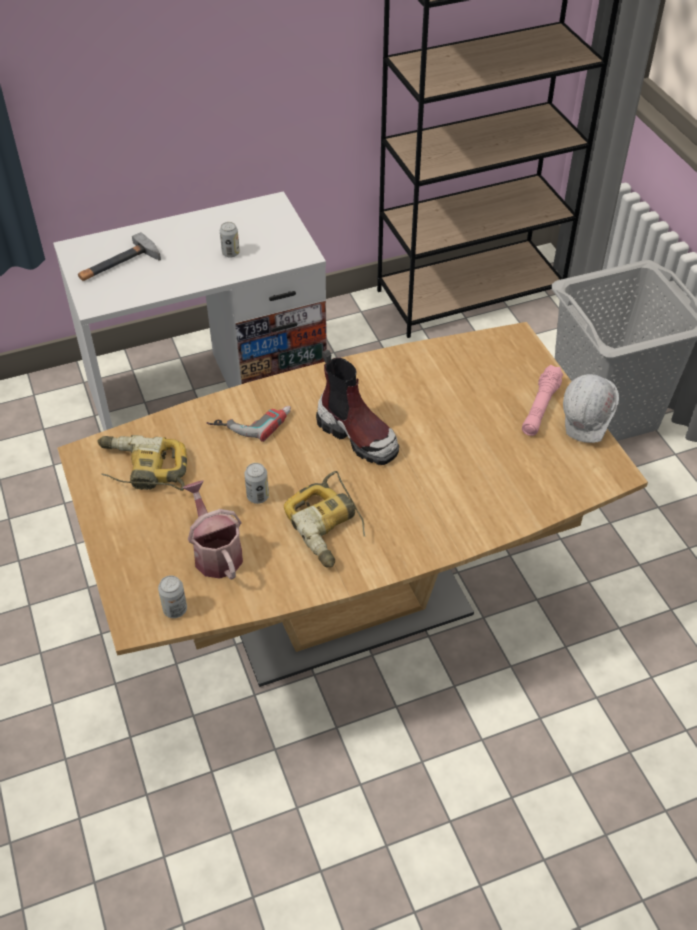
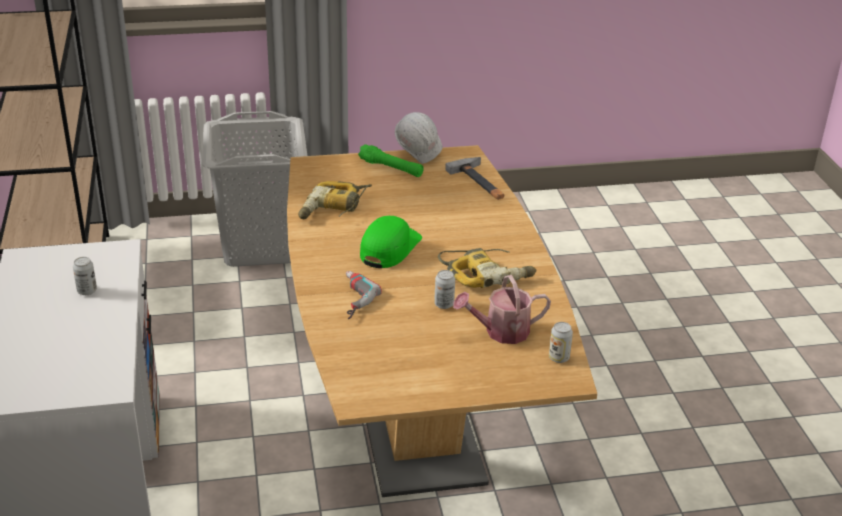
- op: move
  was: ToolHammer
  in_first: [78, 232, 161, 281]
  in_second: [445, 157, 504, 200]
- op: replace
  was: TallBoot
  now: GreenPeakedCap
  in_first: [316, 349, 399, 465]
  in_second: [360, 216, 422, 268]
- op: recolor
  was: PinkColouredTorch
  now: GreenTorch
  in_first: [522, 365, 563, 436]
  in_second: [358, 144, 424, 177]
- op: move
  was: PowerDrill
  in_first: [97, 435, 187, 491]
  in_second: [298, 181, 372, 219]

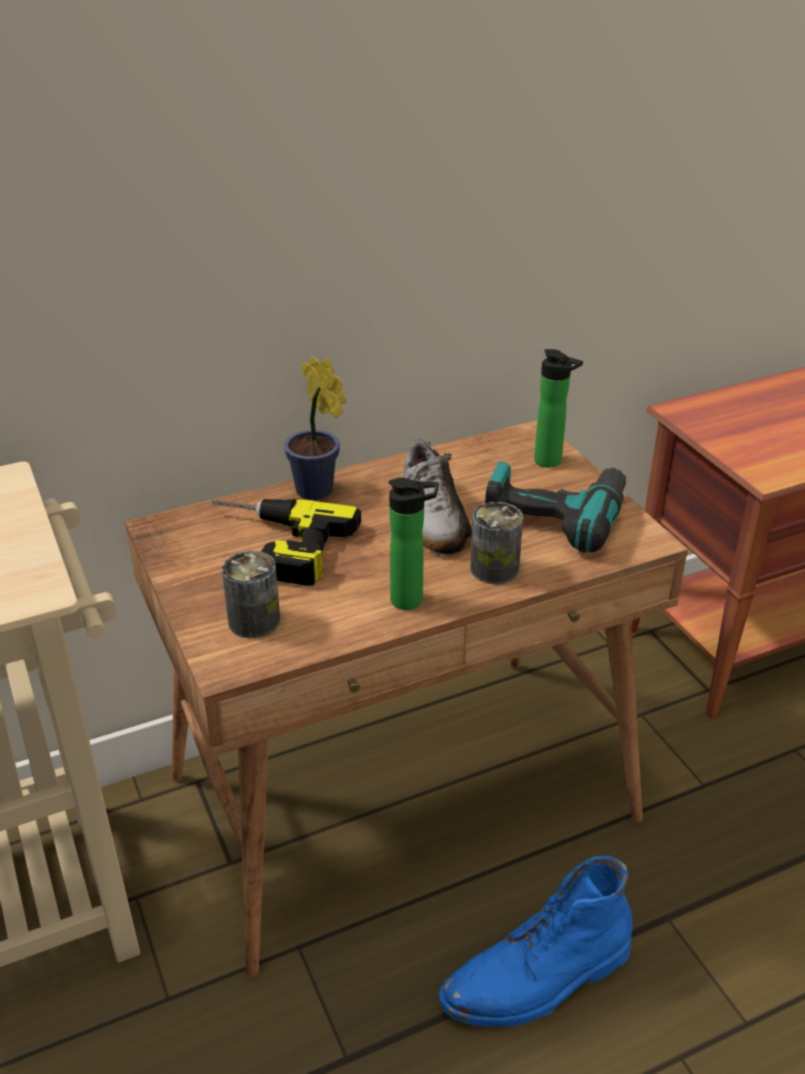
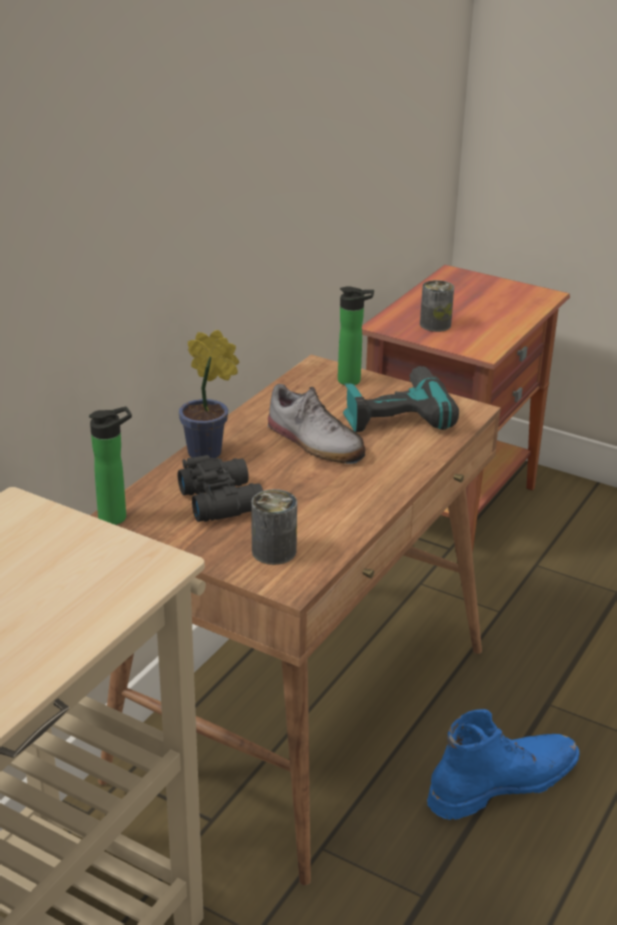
- op: move
  was: Bottle
  in_first: [388, 478, 439, 610]
  in_second: [89, 407, 132, 525]
- op: replace
  was: PowerDrill
  now: BlackFieldGlasses
  in_first: [211, 499, 361, 586]
  in_second: [178, 455, 263, 522]
- op: move
  was: SealedCan
  in_first: [470, 502, 523, 584]
  in_second: [420, 280, 454, 332]
- op: rotate
  was: BluishTallBoot
  in_first: [439, 856, 633, 1027]
  in_second: [427, 709, 579, 820]
  clockwise: -150

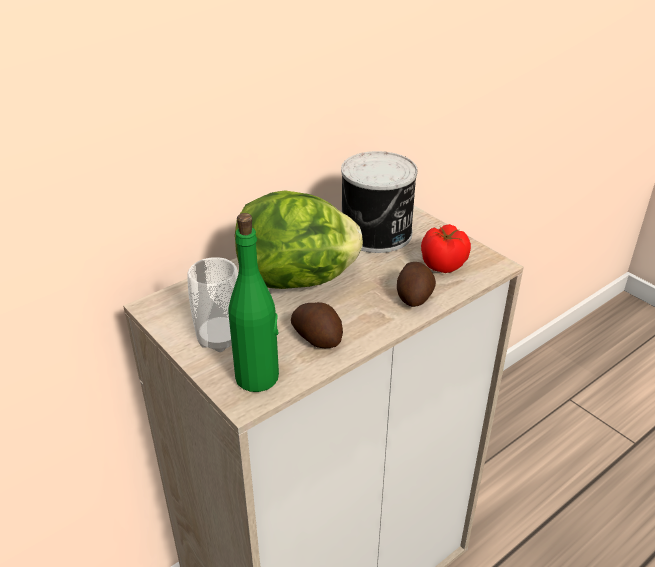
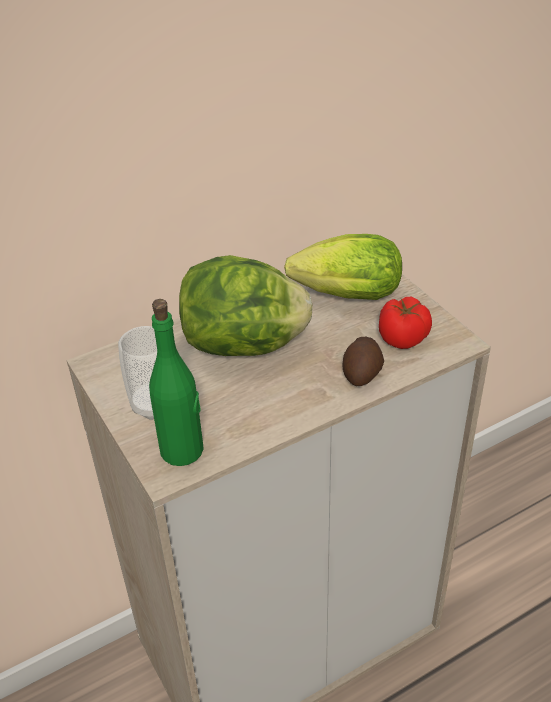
- op: replace
  was: SealedCan
  now: HeadOfLettuce
  in_first: [341, 151, 418, 253]
  in_second: [284, 234, 402, 300]
- op: delete
  was: Potato
  in_first: [291, 302, 343, 348]

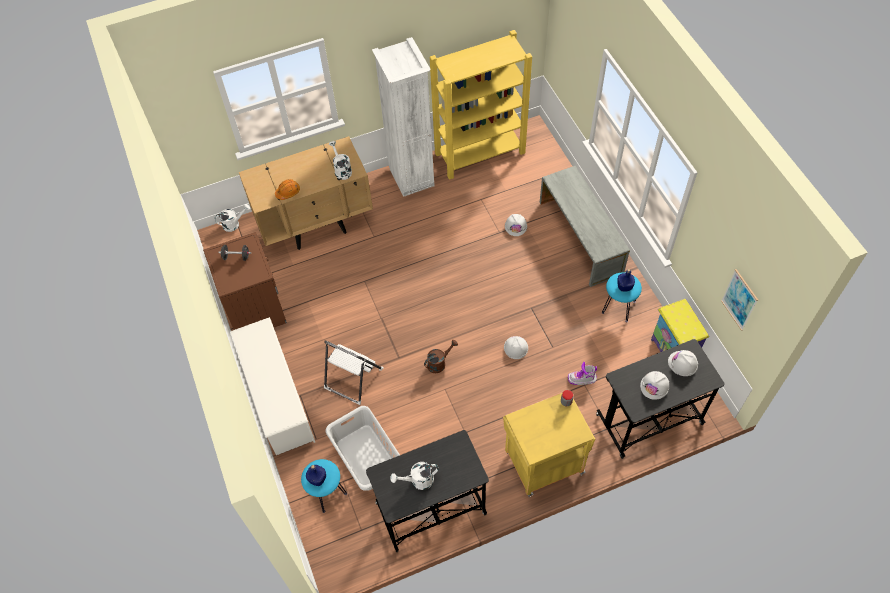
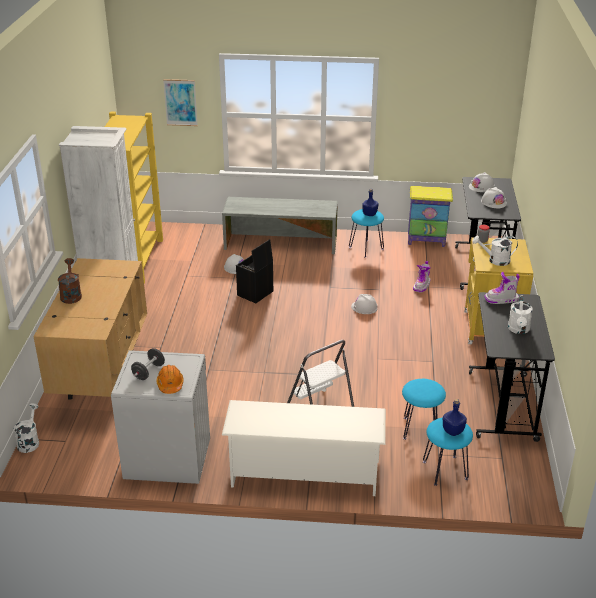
- op: move
  was: WhitishWateringCan
  in_first: [329, 141, 352, 180]
  in_second: [473, 235, 518, 266]
- op: move
  was: OrangeColouredHardHat
  in_first: [275, 179, 300, 200]
  in_second: [156, 365, 184, 394]
- op: recolor
  was: BrownColouredLaundryMachine
  now: WhitishLaundryMachine
  in_first: [203, 232, 287, 330]
  in_second: [111, 350, 210, 484]
- op: move
  was: WallPicture
  in_first: [721, 269, 758, 331]
  in_second: [163, 79, 198, 126]
- op: move
  was: BrownColouredWateringCan
  in_first: [424, 340, 458, 373]
  in_second: [58, 258, 82, 304]
- op: replace
  was: GreyishLaundryBasket
  now: TurquoiseStoolSeat
  in_first: [325, 406, 400, 491]
  in_second: [402, 379, 446, 440]
- op: insert
  now: BlackStorageBox
  in_second: [236, 239, 273, 303]
- op: insert
  now: TallBoot
  in_second: [484, 272, 520, 304]

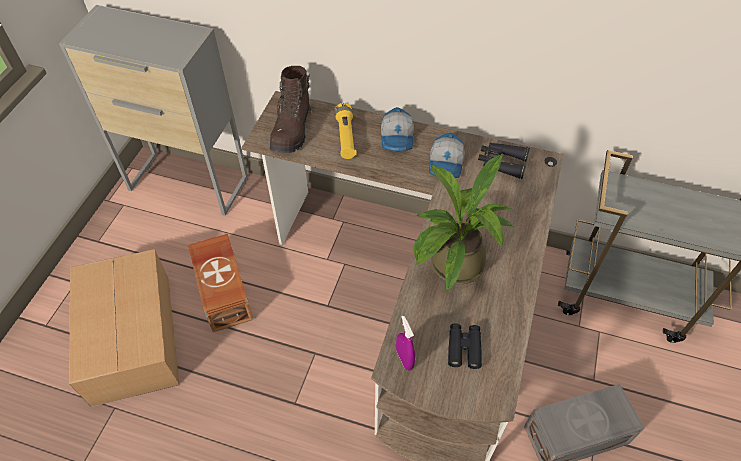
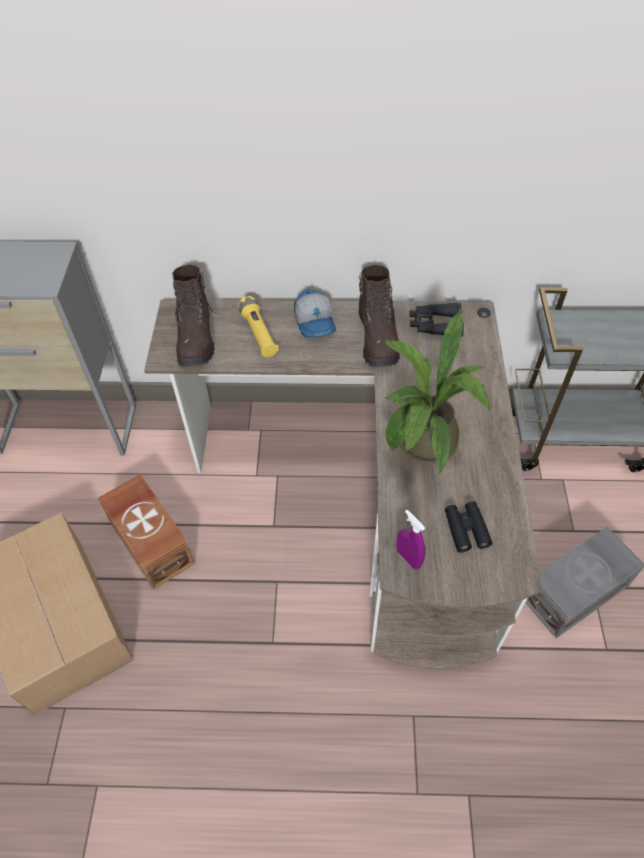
- op: replace
  was: PeakedCap
  now: BrownColouredTallBoot
  in_first: [429, 133, 465, 178]
  in_second: [359, 265, 400, 367]

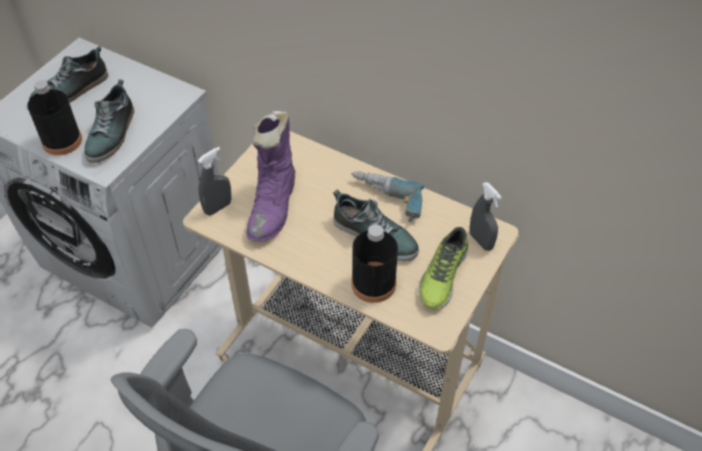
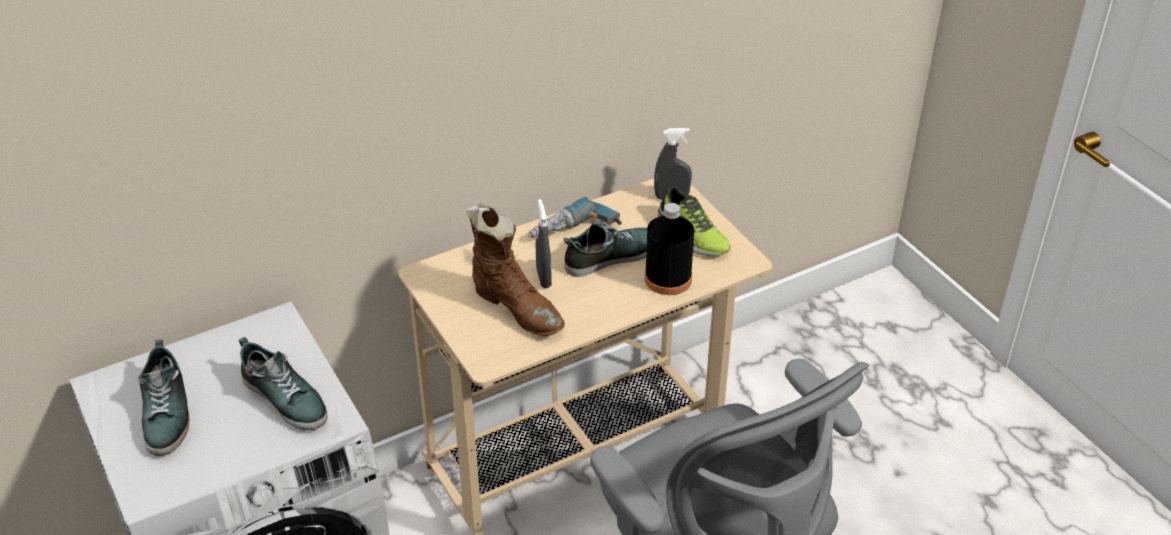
- op: delete
  was: BlackBottle
  in_first: [27, 80, 82, 155]
- op: recolor
  was: PurplishTallBoot
  now: BrownColouredTallBoot
  in_first: [246, 111, 296, 241]
  in_second: [466, 204, 565, 336]
- op: move
  was: GreyishHandSprayer
  in_first: [198, 147, 231, 216]
  in_second: [536, 199, 552, 288]

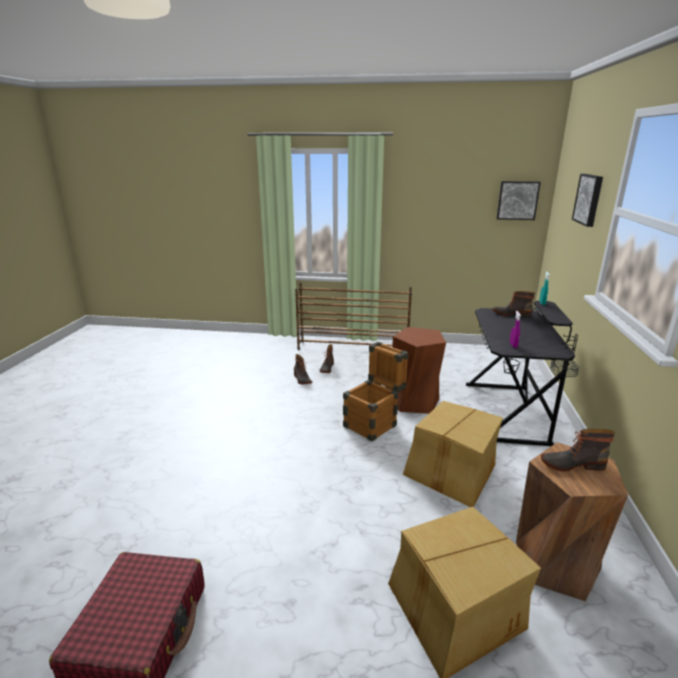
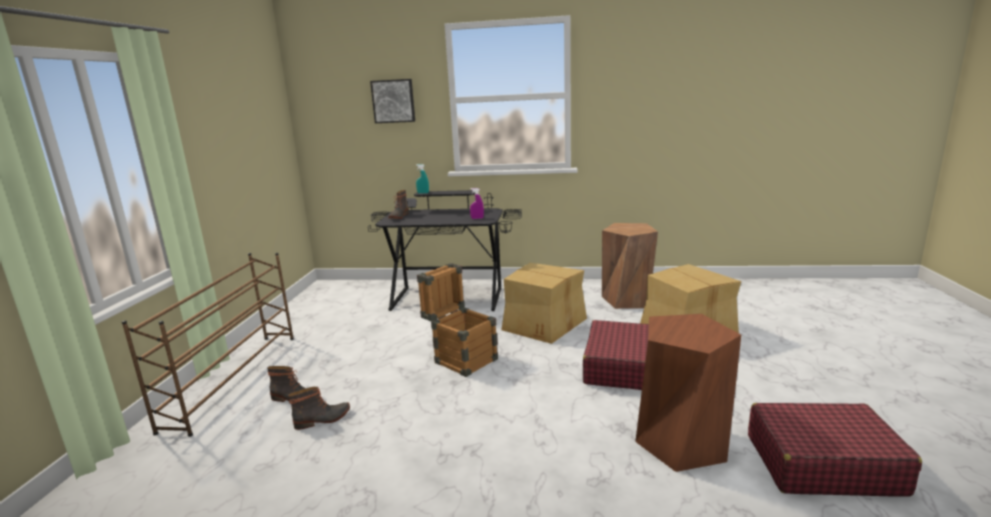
- op: delete
  was: WallPicture
  in_first: [497, 181, 541, 220]
- op: move
  was: BrownColouredStoolSeat
  in_first: [392, 327, 446, 414]
  in_second: [635, 314, 741, 472]
- op: delete
  was: TallBoot
  in_first: [541, 429, 615, 472]
- op: insert
  now: ReddishPieceOfLuggage
  in_second: [583, 320, 649, 390]

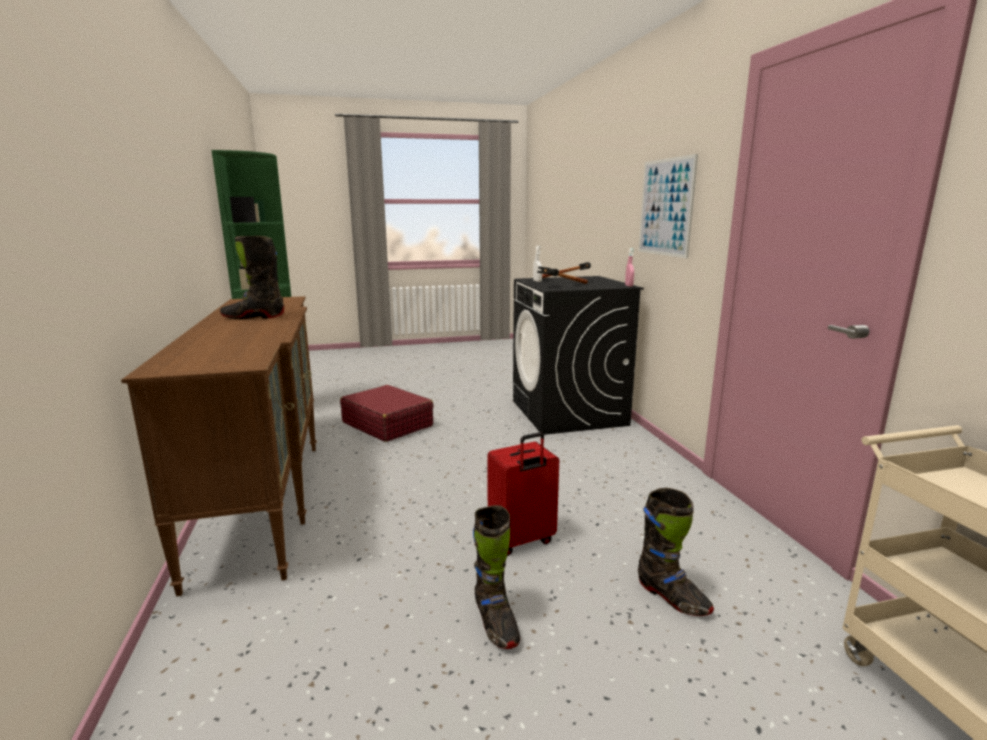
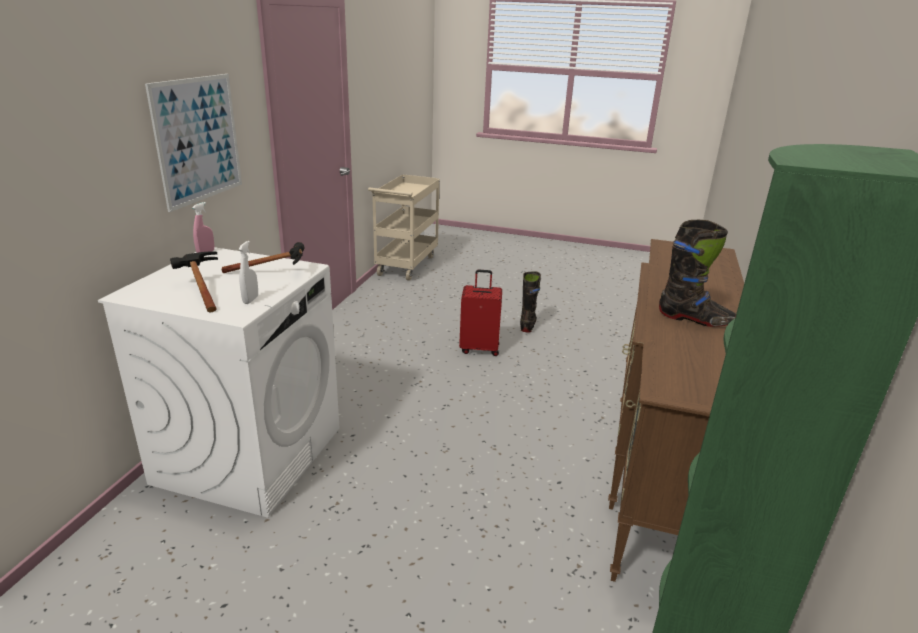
- op: recolor
  was: BlackLaundryMachine
  now: WhitishLaundryMachine
  in_first: [513, 276, 644, 435]
  in_second: [98, 247, 340, 517]
- op: delete
  was: ReddishPieceOfLuggage
  in_first: [340, 385, 434, 442]
- op: delete
  was: BlackTallBoot
  in_first: [638, 488, 714, 616]

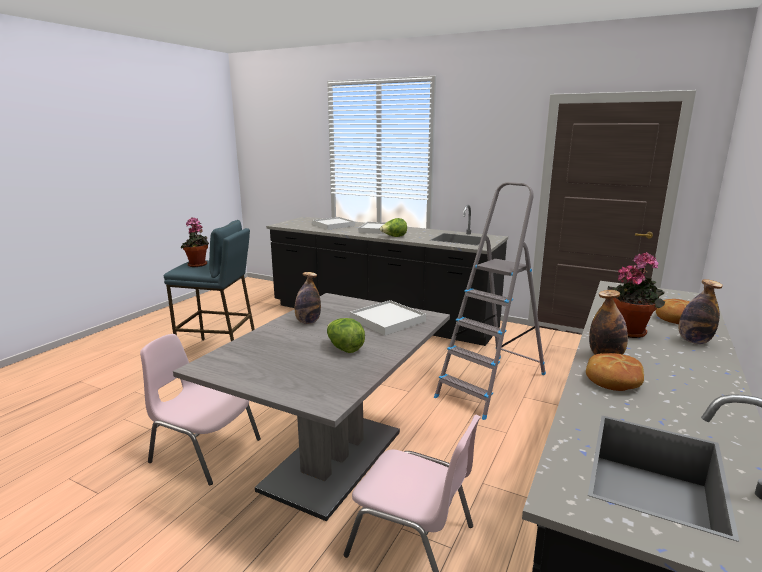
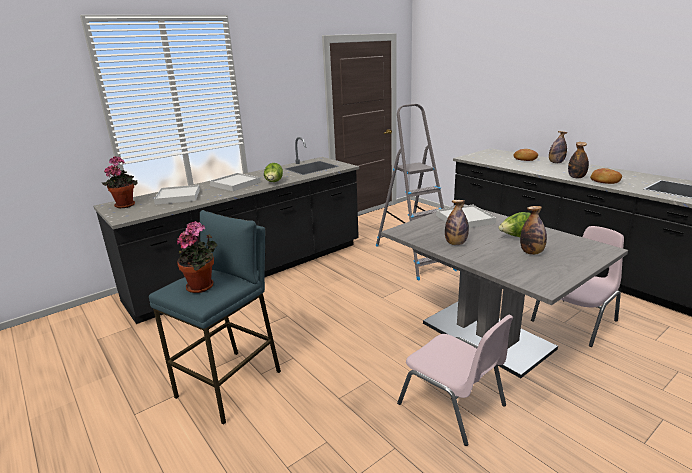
- op: move
  was: PlantInAPot
  in_first: [607, 252, 665, 338]
  in_second: [102, 156, 138, 208]
- op: rotate
  was: PinkColouredUprightChair
  in_first: [140, 334, 261, 486]
  in_second: [397, 315, 513, 446]
  clockwise: -90
- op: insert
  now: Bottle
  in_second: [520, 206, 547, 255]

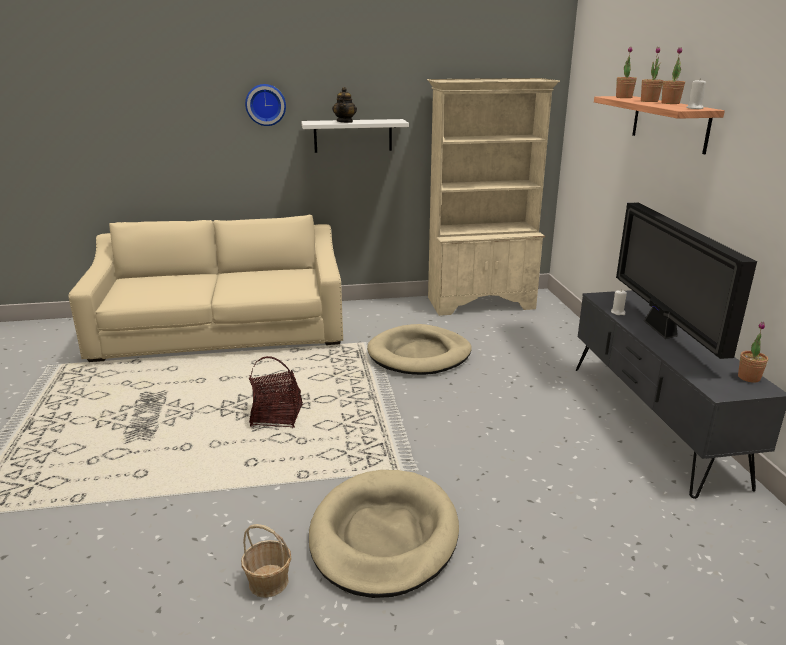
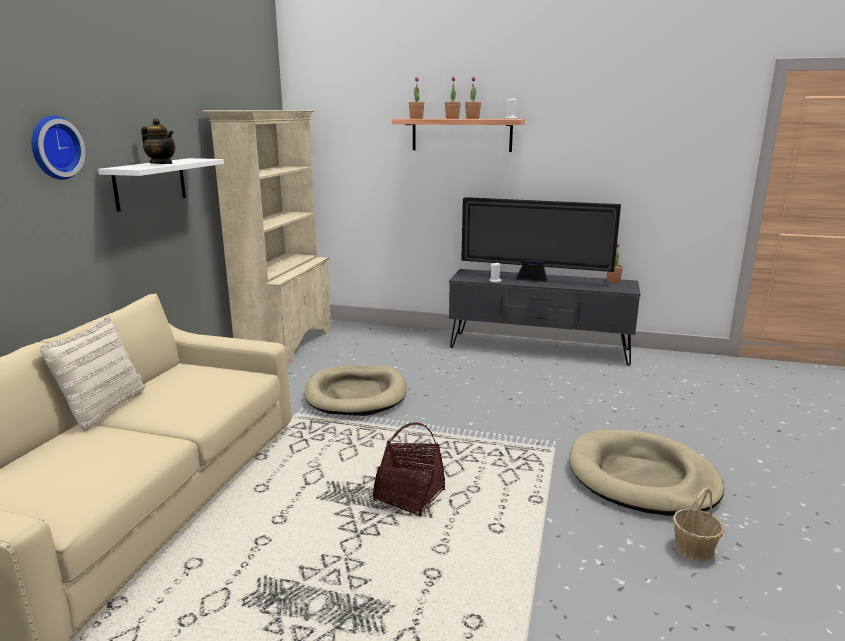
- op: insert
  now: BeigeColouredCushion
  in_second: [39, 317, 146, 431]

